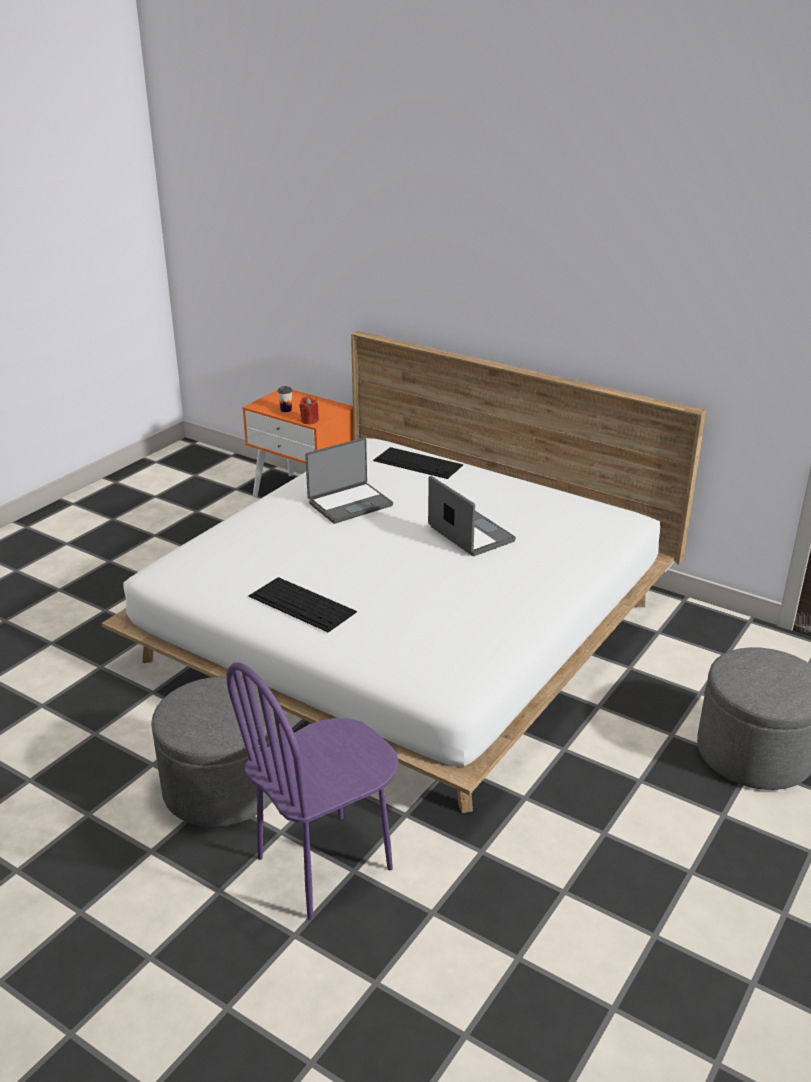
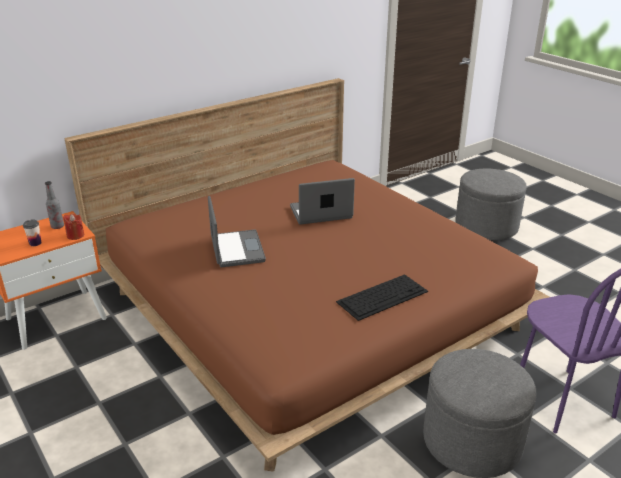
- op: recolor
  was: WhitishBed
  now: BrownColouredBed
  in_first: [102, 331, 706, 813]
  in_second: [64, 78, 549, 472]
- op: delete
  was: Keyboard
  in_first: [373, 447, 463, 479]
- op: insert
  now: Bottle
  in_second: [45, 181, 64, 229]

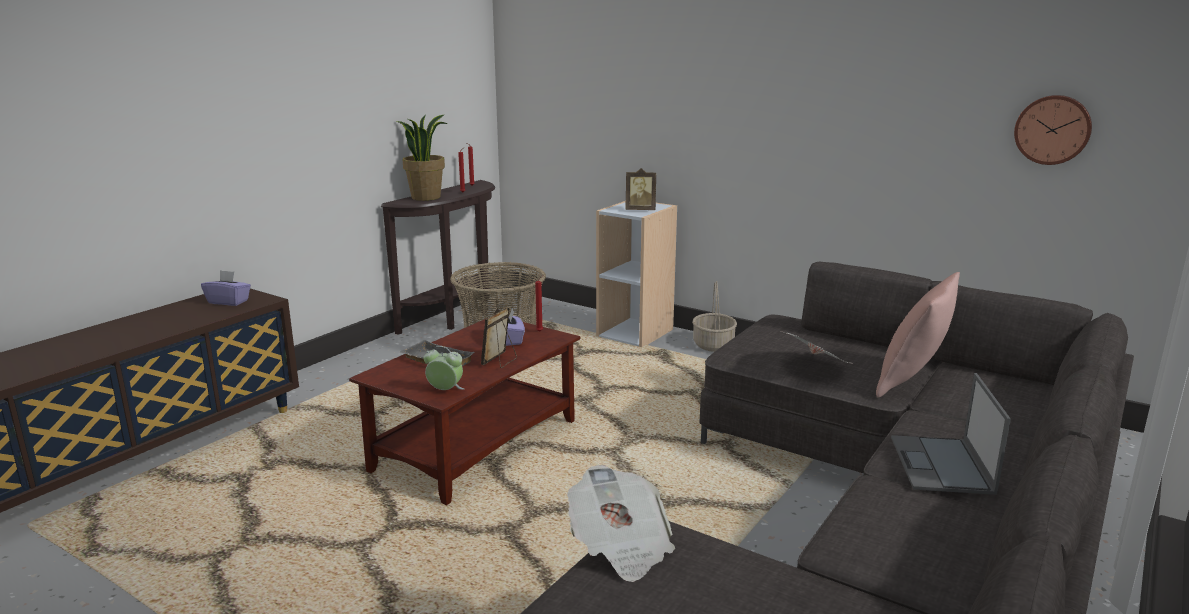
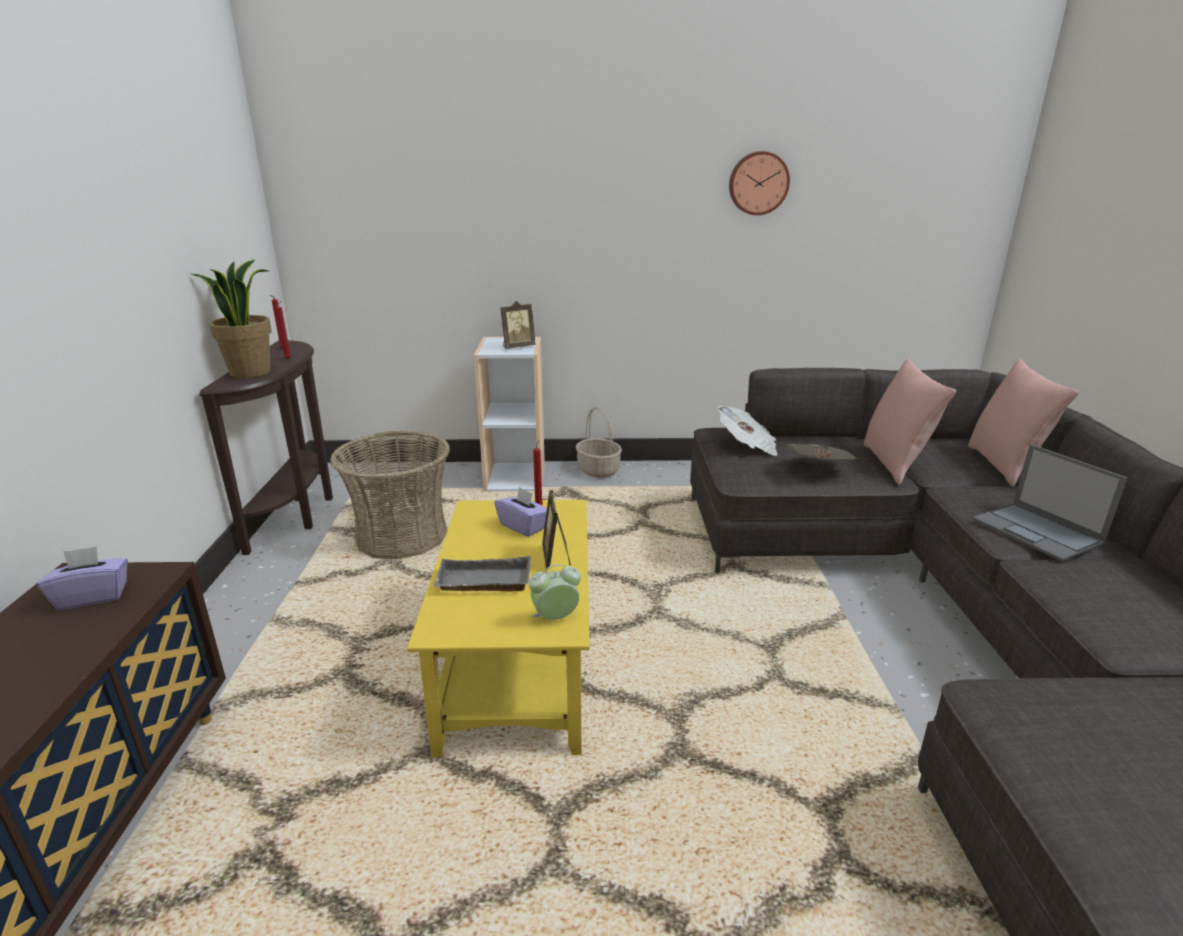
- op: move
  was: ClockOnTheWall
  in_first: [1014, 95, 1092, 165]
  in_second: [729, 151, 790, 215]
- op: recolor
  was: BrownColouredLowTable
  now: YellowColouredLowTable
  in_first: [349, 318, 581, 505]
  in_second: [407, 500, 590, 757]
- op: move
  was: Newspaper
  in_first: [567, 465, 675, 582]
  in_second: [717, 405, 777, 456]
- op: insert
  now: PinkColouredCushion
  in_second: [968, 359, 1079, 487]

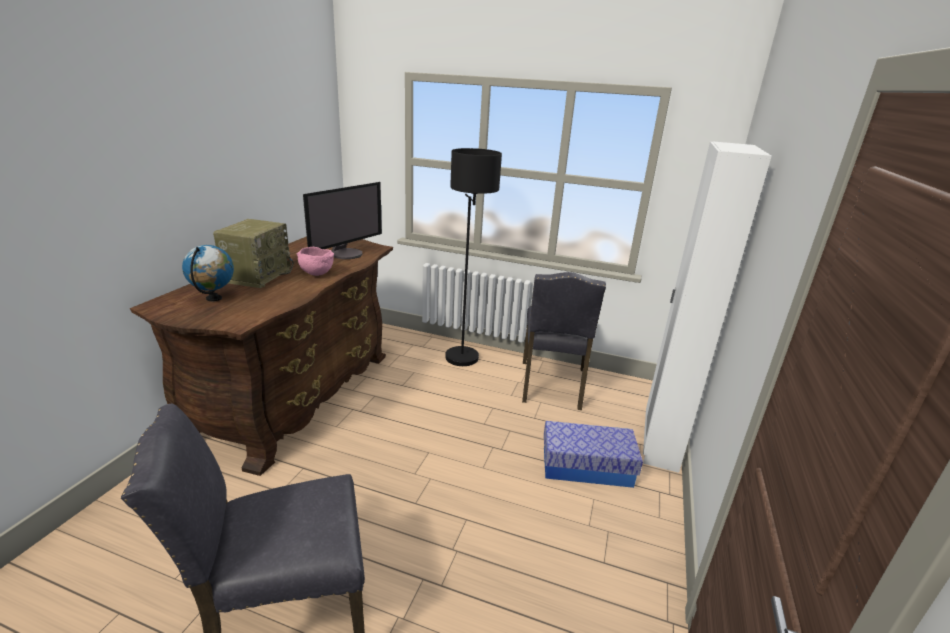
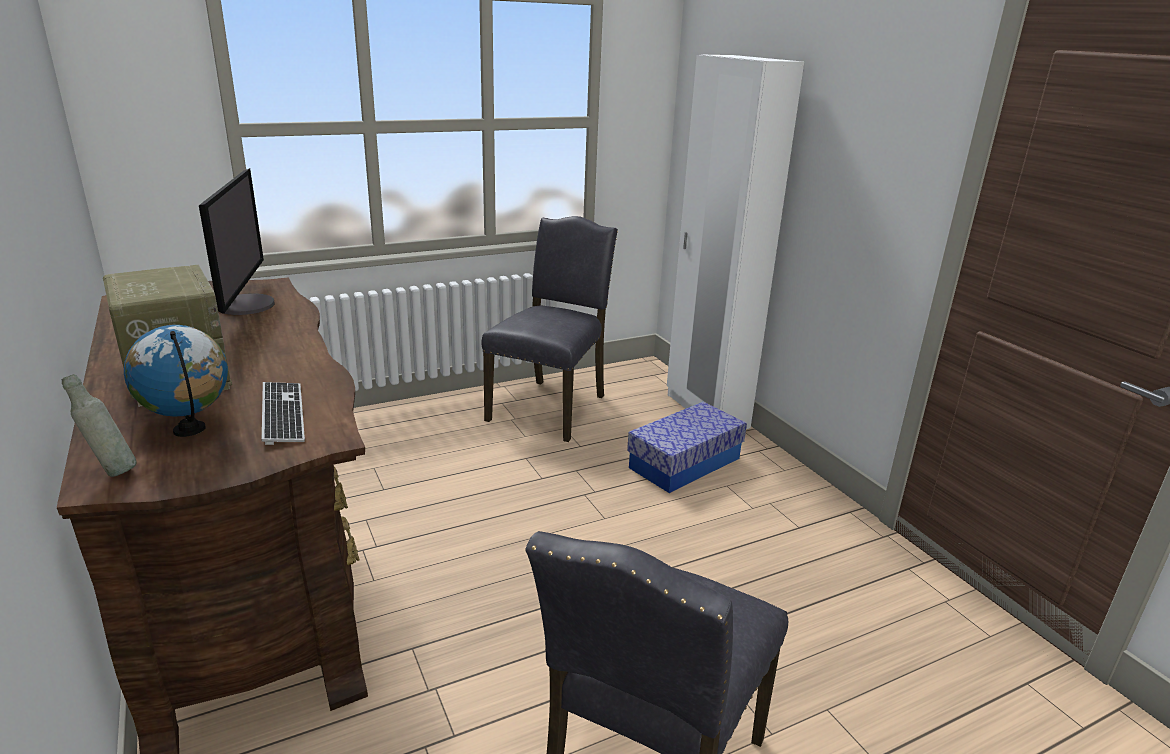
- op: delete
  was: BlackStandingLamp
  in_first: [445, 148, 502, 366]
- op: delete
  was: PinkColouredServingBowl
  in_first: [297, 247, 334, 276]
- op: rotate
  was: GreyishUprightChair
  in_first: [522, 272, 606, 410]
  in_second: [481, 216, 618, 442]
  clockwise: -120
- op: insert
  now: GreyishBottle
  in_second: [61, 374, 137, 477]
- op: insert
  now: Keyboard
  in_second: [262, 382, 305, 445]

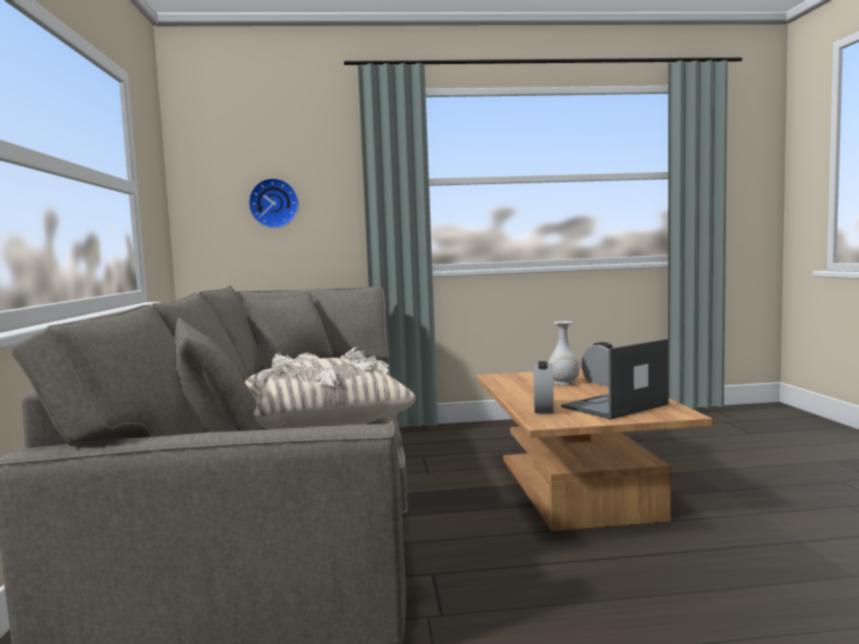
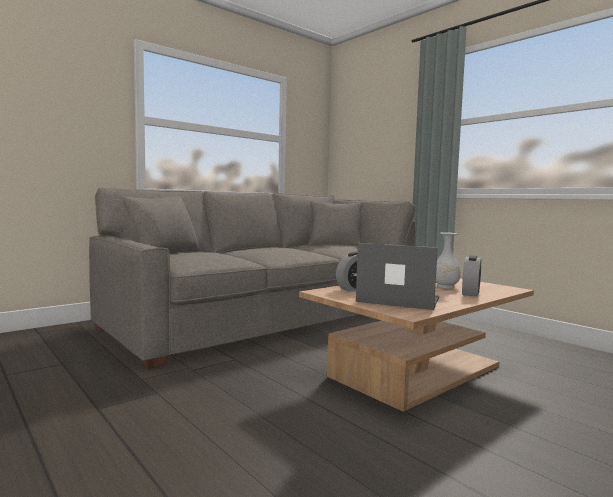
- op: delete
  was: ClockOnTheWall
  in_first: [248, 178, 299, 228]
- op: delete
  was: BeigeColouredCushion
  in_first: [245, 346, 416, 429]

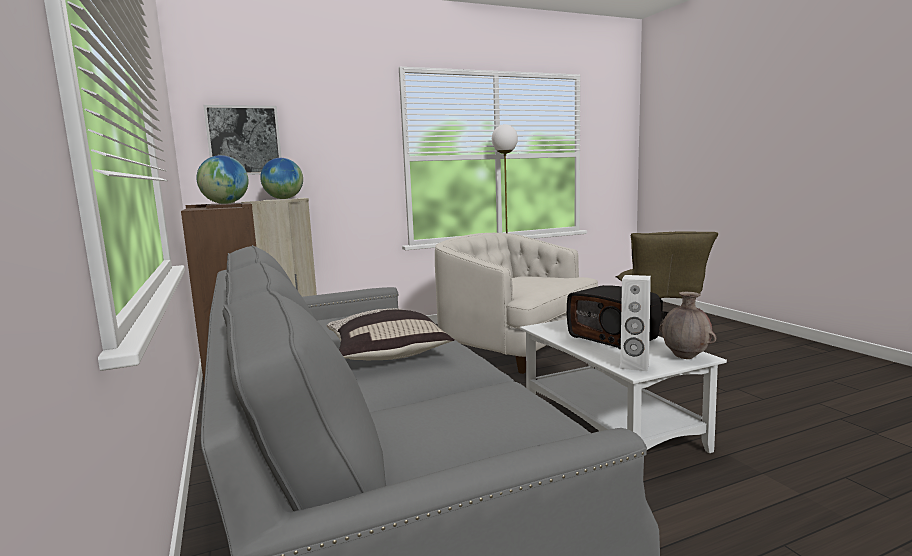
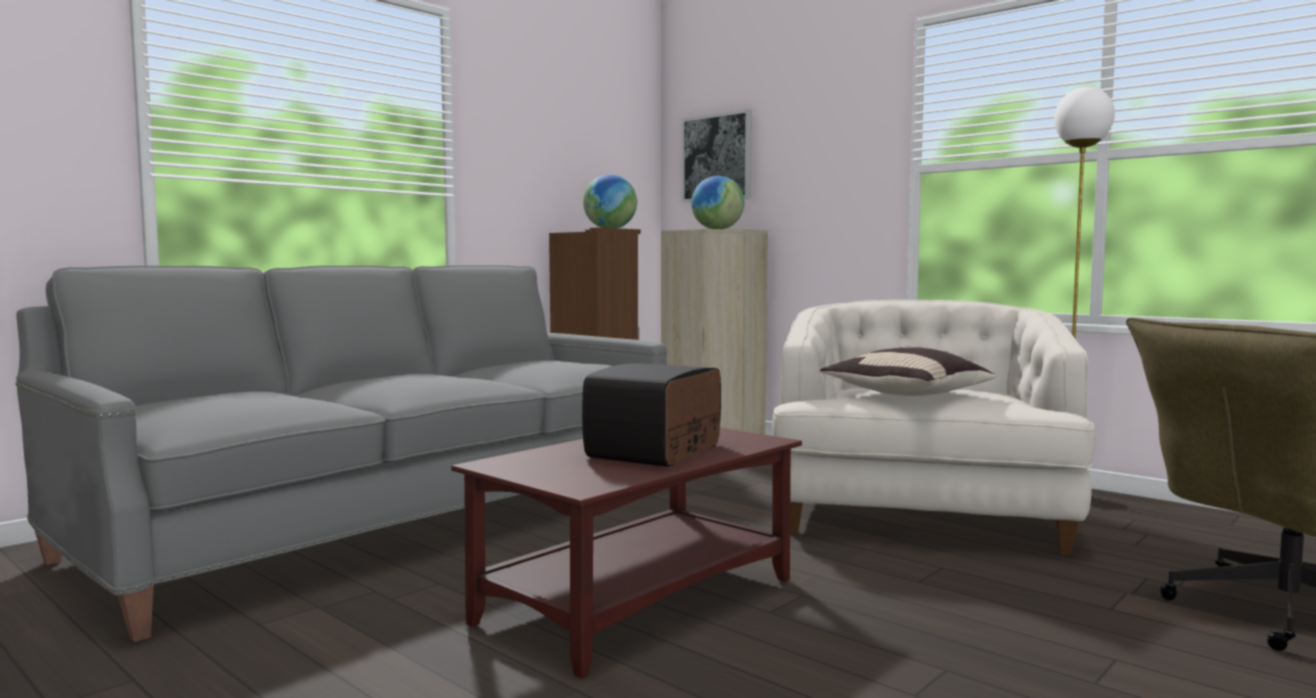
- op: delete
  was: WhitishLoudspeaker
  in_first: [620, 275, 651, 371]
- op: delete
  was: BrownColouredFlowerVase
  in_first: [659, 292, 717, 359]
- op: move
  was: Cushion
  in_first: [326, 308, 455, 360]
  in_second: [820, 346, 997, 396]
- op: recolor
  was: WhitishLowTable
  now: BrownColouredLowTable
  in_first: [520, 319, 727, 453]
  in_second: [451, 428, 802, 679]

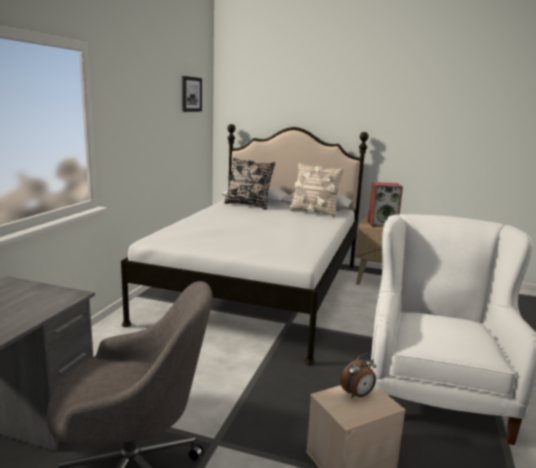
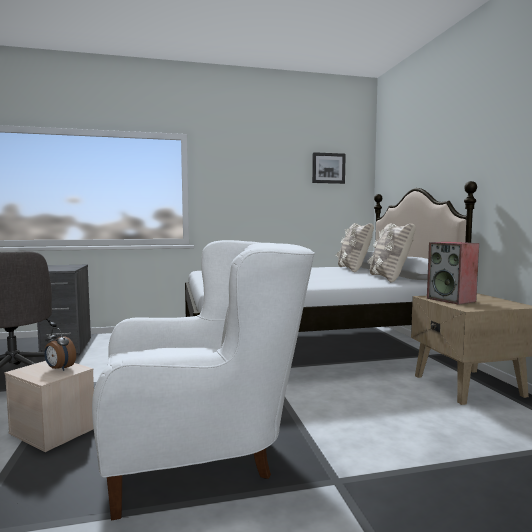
- op: recolor
  was: BlackCushion
  now: BeigeColouredCushion
  in_first: [224, 158, 275, 210]
  in_second: [335, 223, 374, 272]

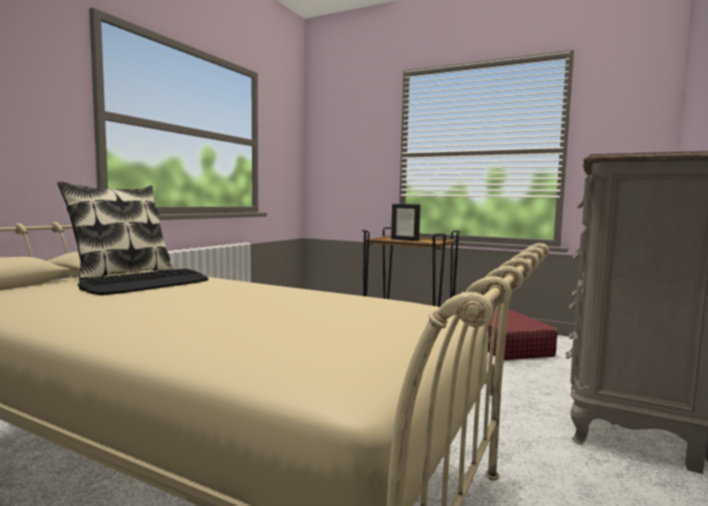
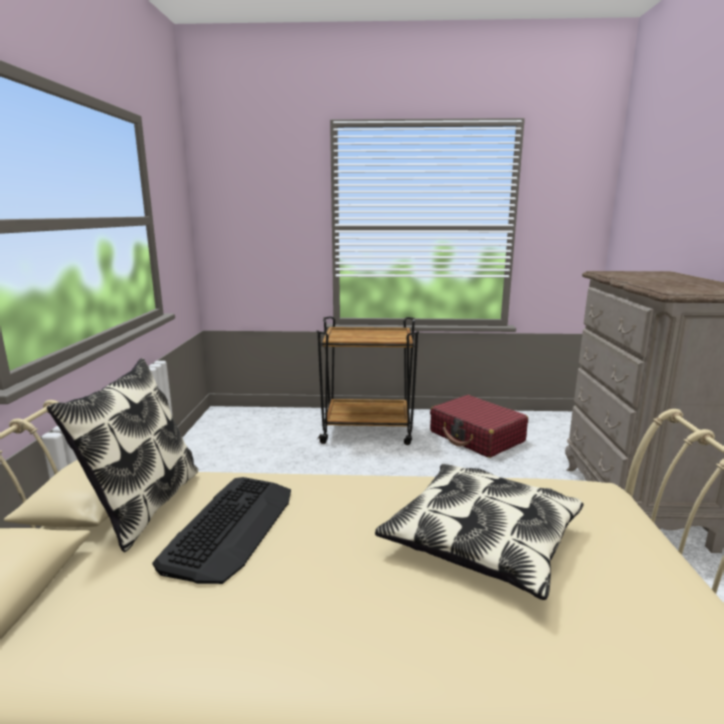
- op: delete
  was: PictureFrame
  in_first: [391, 204, 420, 241]
- op: insert
  now: Cushion
  in_second: [375, 464, 583, 600]

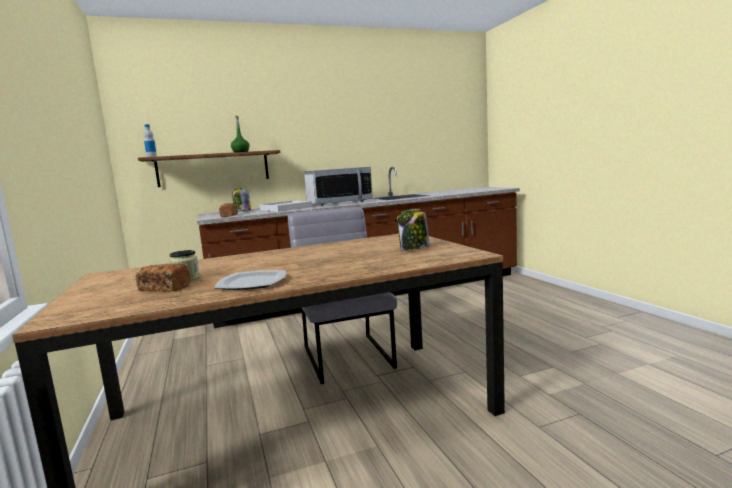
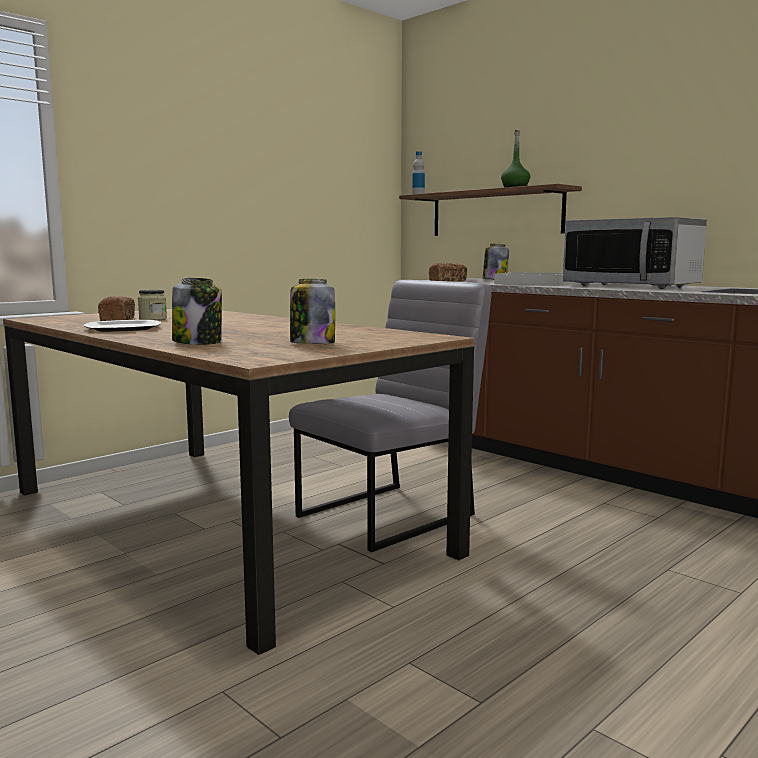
- op: insert
  now: PreserveJar
  in_second: [172, 278, 222, 345]

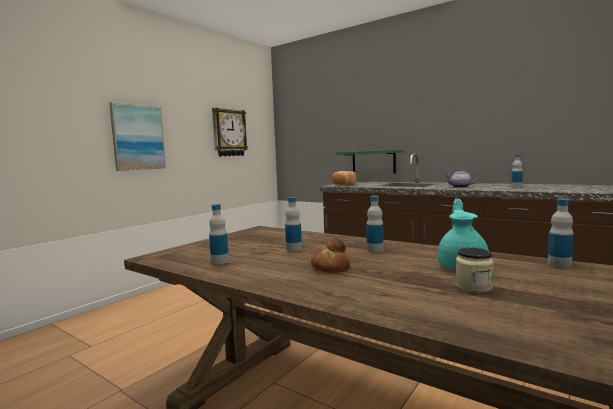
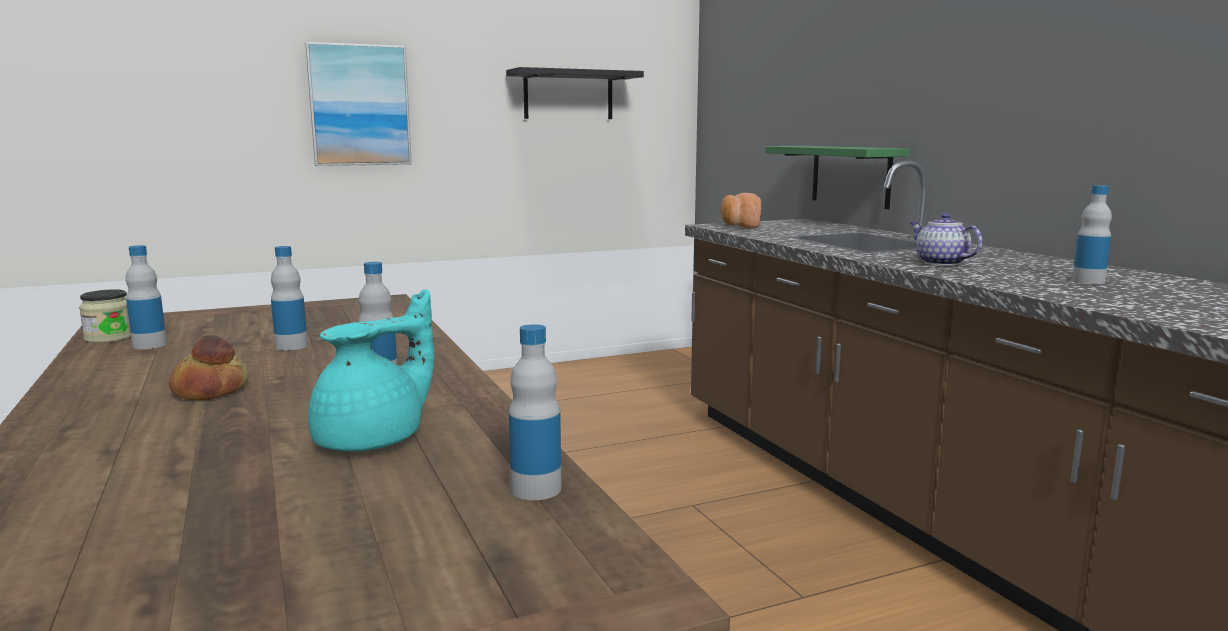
- op: replace
  was: ClockOnTheWall
  now: BlackWallShelf
  in_first: [212, 108, 248, 156]
  in_second: [506, 67, 644, 119]
- op: move
  was: PreserveJar
  in_first: [455, 248, 494, 293]
  in_second: [79, 289, 131, 343]

